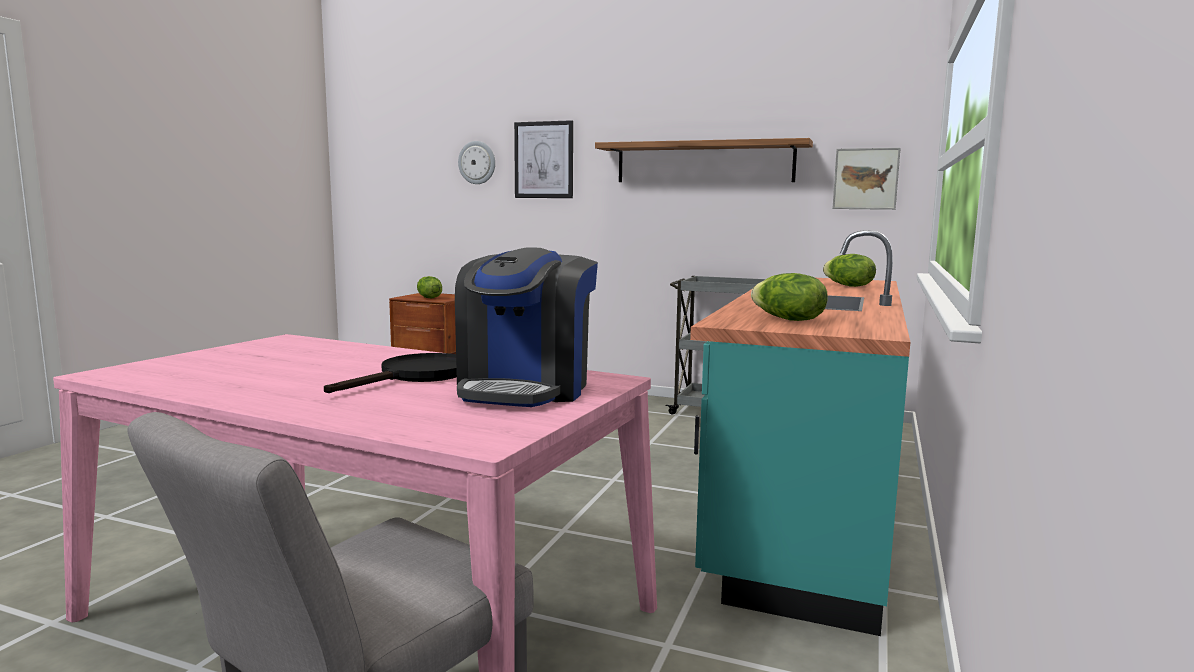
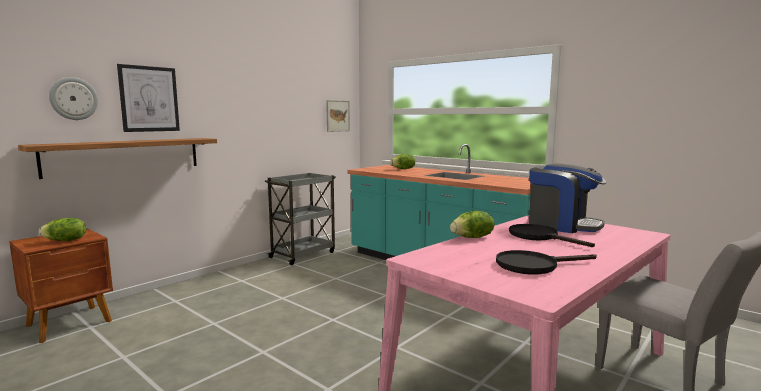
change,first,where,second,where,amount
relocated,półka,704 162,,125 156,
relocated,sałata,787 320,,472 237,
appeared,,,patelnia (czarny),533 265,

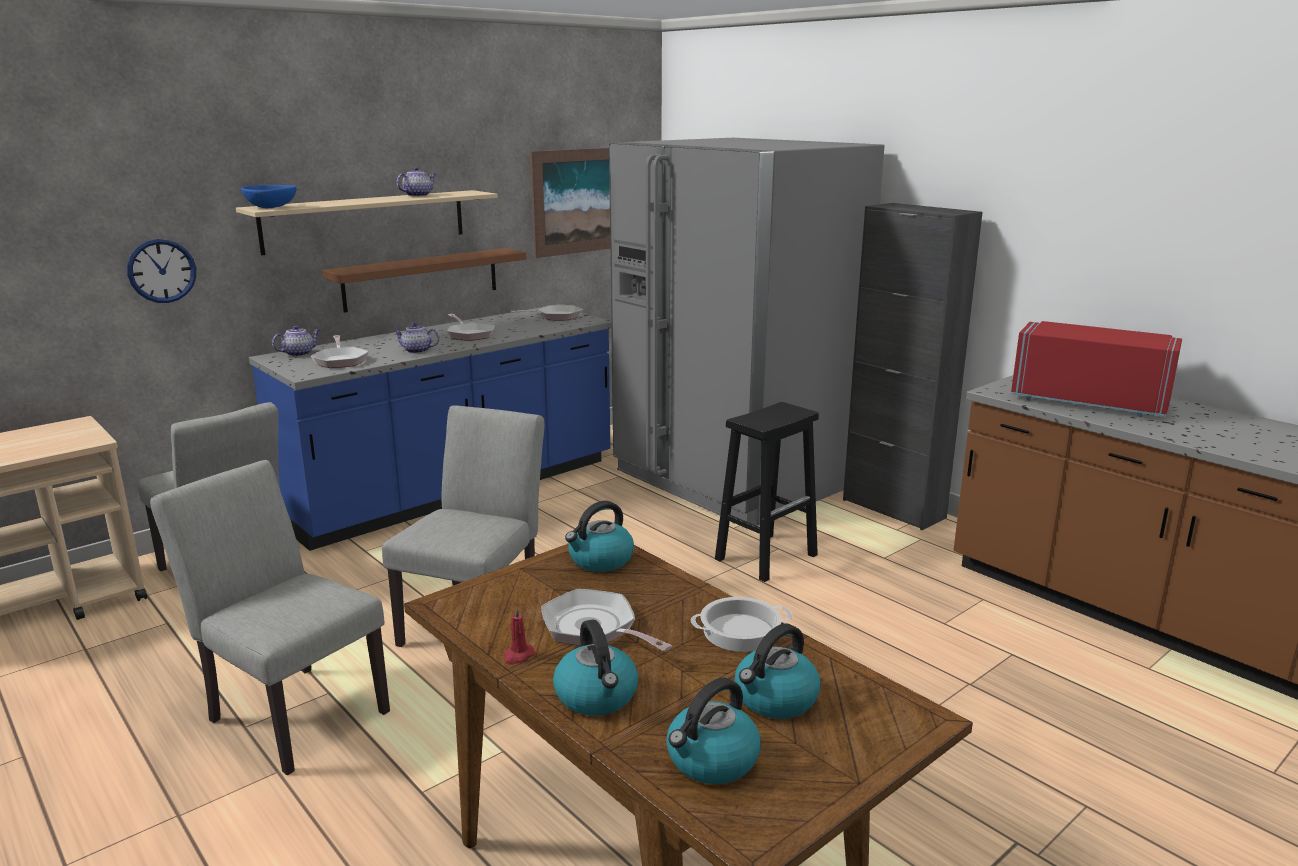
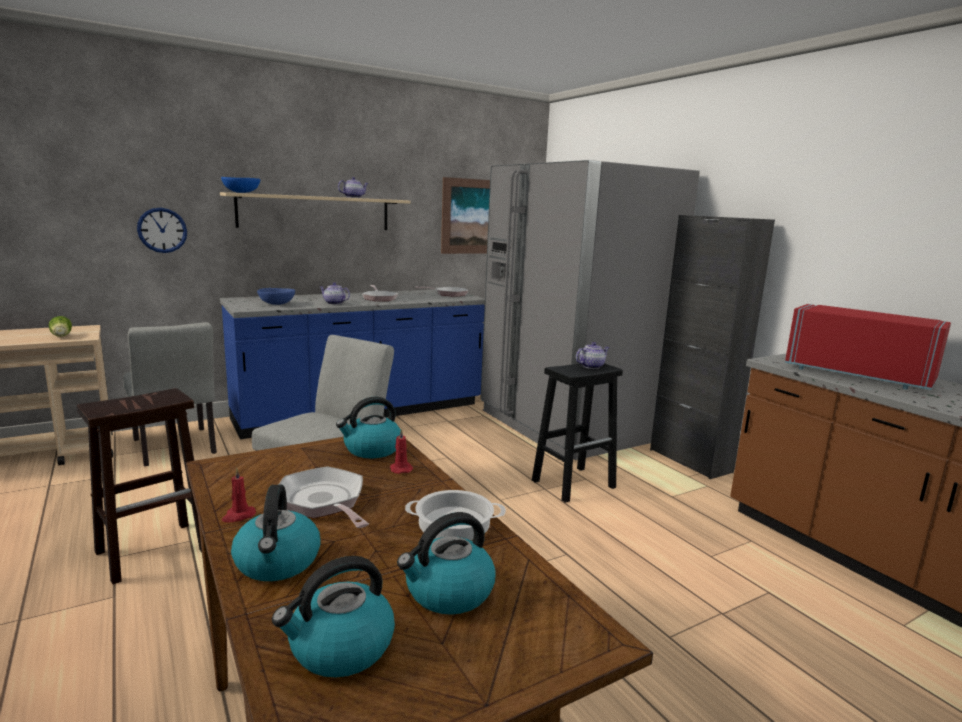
change,first,where,second,where,amount
missing,półka (brązowy),421 279,,,
relocated,imbryk,299 354,,591 366,
exchanged,patelnia,340 360,miska (niebieski),277 304,
exchanged,krzesło (szary),291 711,stołek (brązowy),154 550,
appeared,,,sałata,61 336,
appeared,,,świeca (czerwony),400 469,

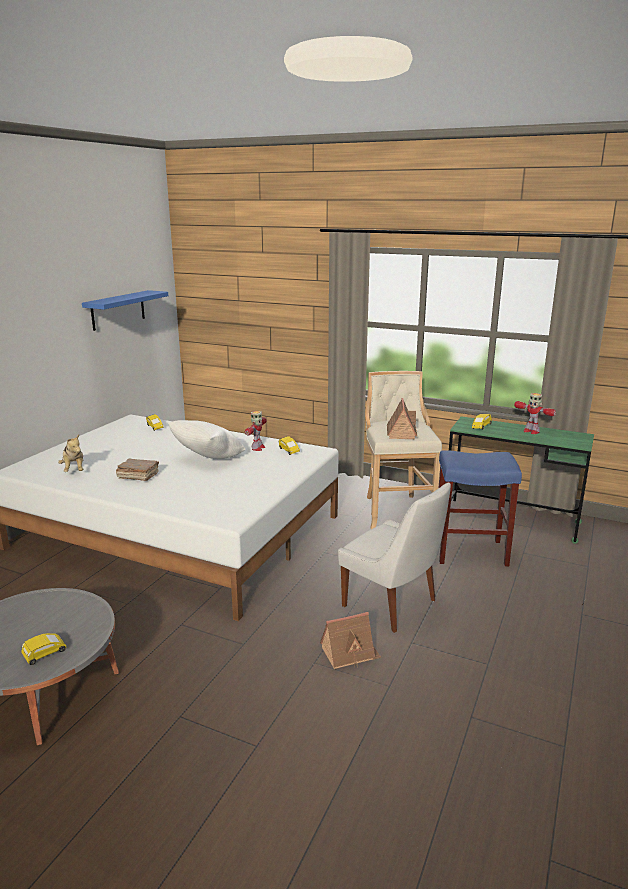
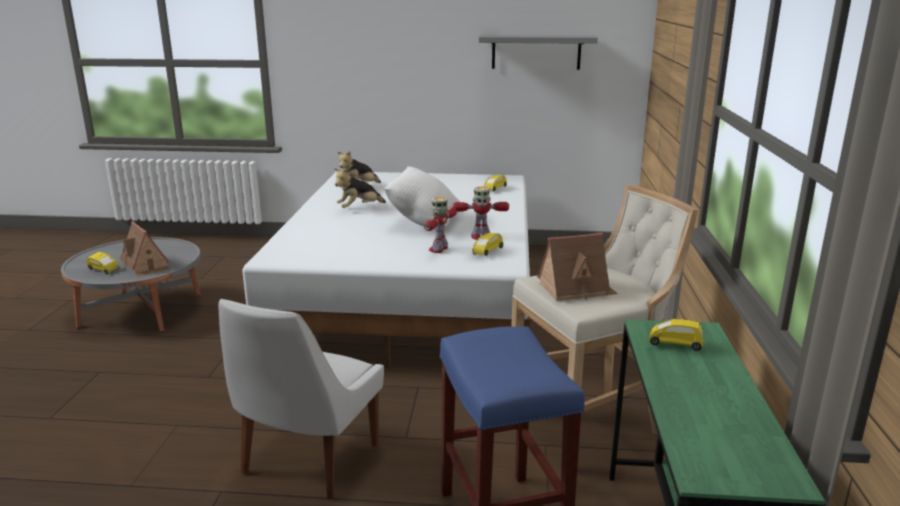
change,first,where,second,where,amount
colour,półka (niebieski),118 310,półka (szary),536 52,
relocated,robot zabawkowy,531 431,,439 249,
exchanged,książka (brązowy),138 476,pluszak,359 208,
relocated,domek,350 653,,146 265,

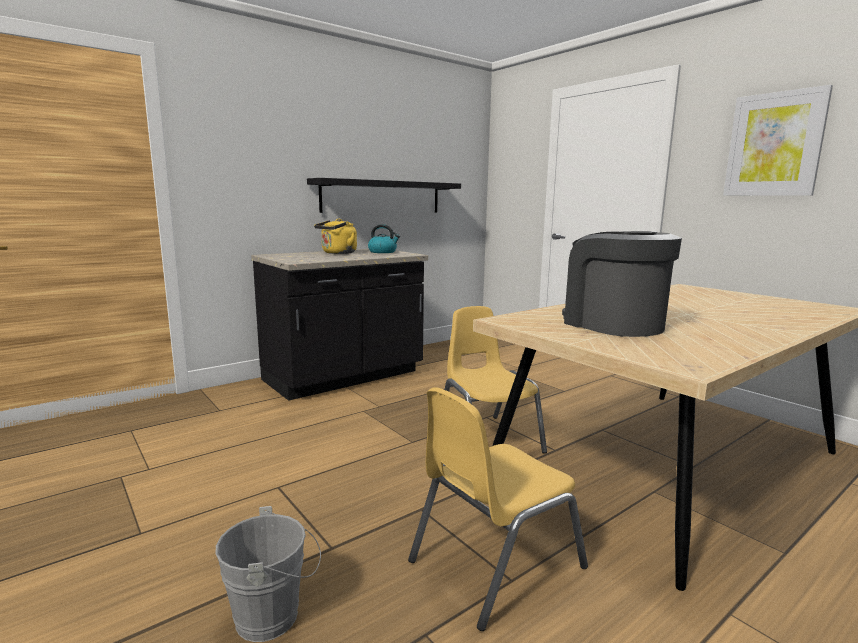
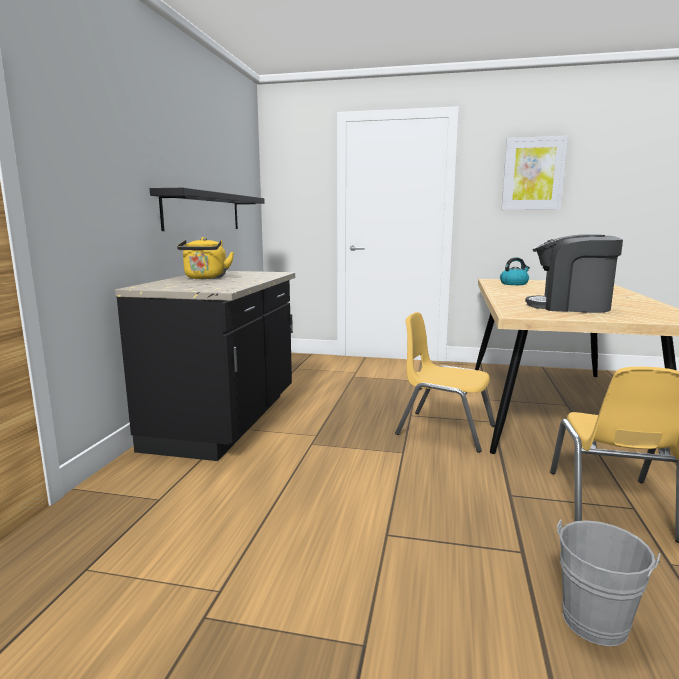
change,first,where,second,where,amount
relocated,czajnik,383 252,,514 284,

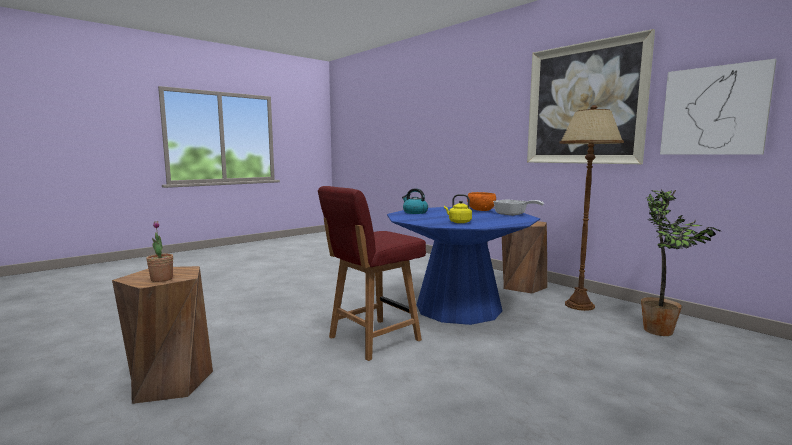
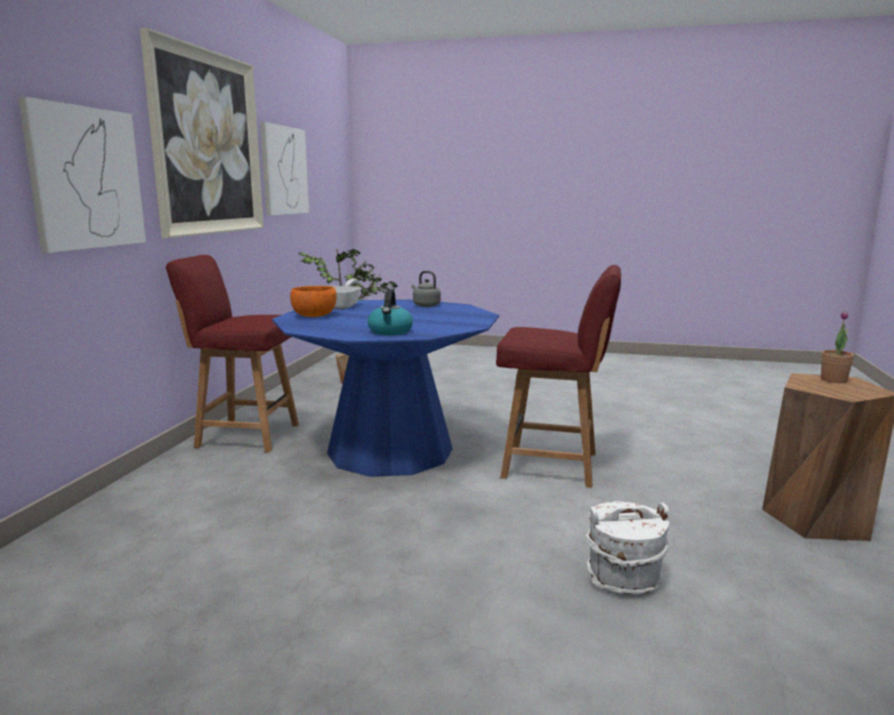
change,first,where,second,where,amount
missing,lampa stojąca (brązowy),579 305,,,
missing,czajnik (żółty),458 222,,,
exchanged,stołek (brązowy),522 286,krzesło (czerwony),246 435,
appeared,,,obraz,86 178,
appeared,,,czajnik (szary),425 305,
appeared,,,wiadro (biały),623 580,

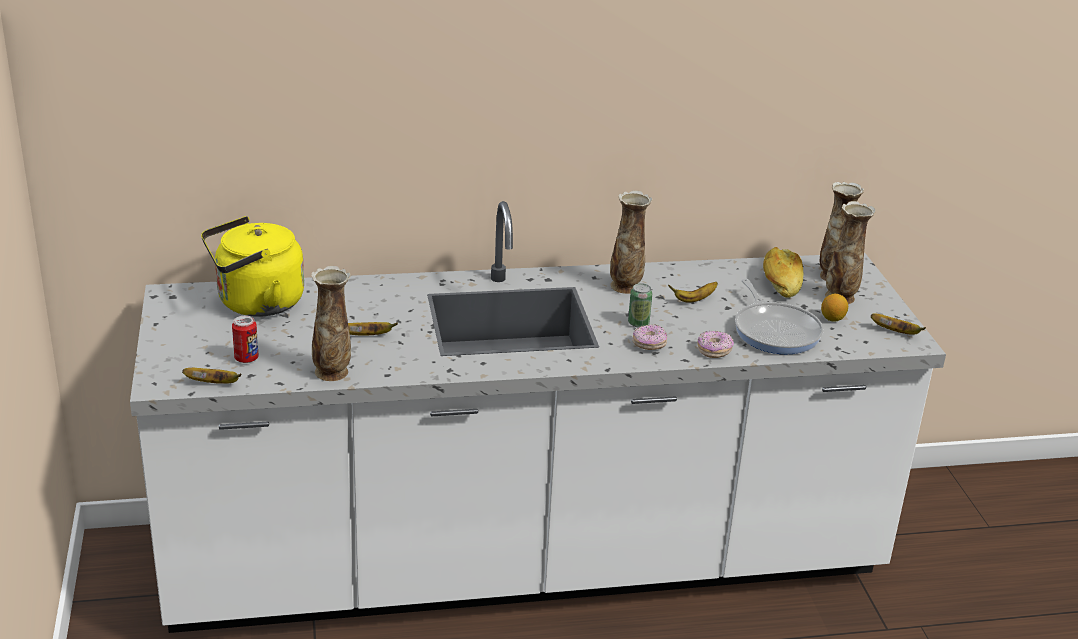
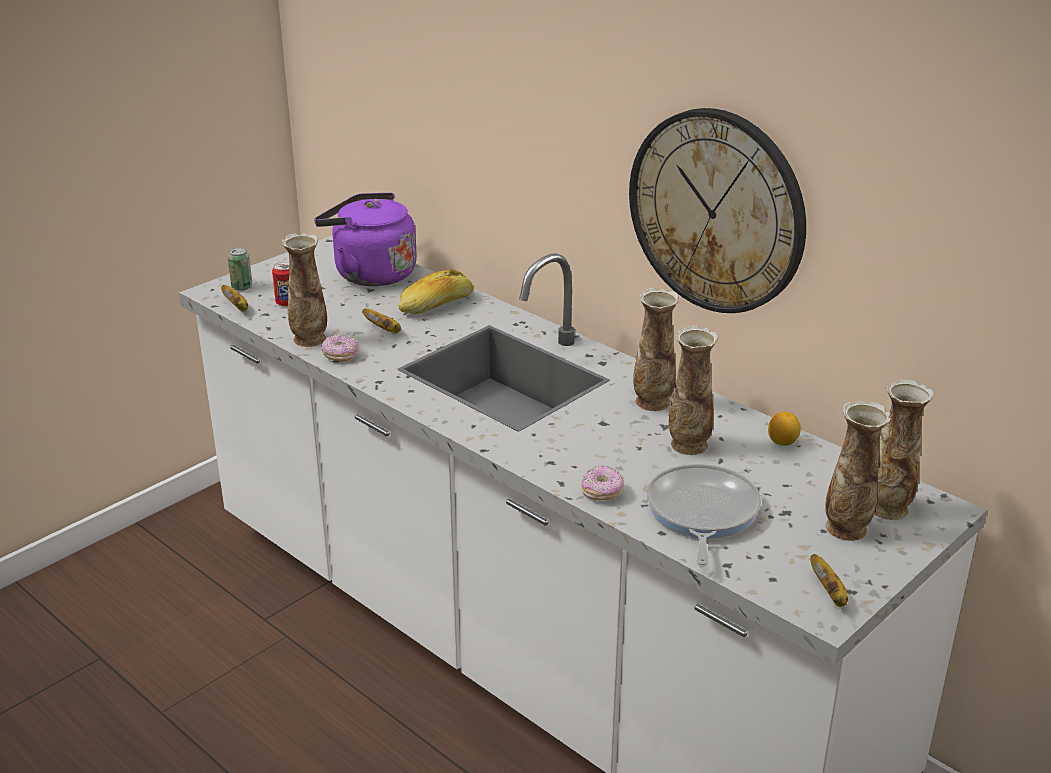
change,first,where,second,where,amount
colour,czajnik (żółty),255 303,czajnik (fioletowy),370 274,
relocated,chleb,780 283,,436 305,
spun,patelnia,775 331,,701 513,150 degrees clockwise
exchanged,banan,694 299,wazon,688 445,
relocated,puszka,638 323,,242 287,
relocated,cytryna,832 319,,782 442,
relocated,donut,649 345,,340 356,
appeared,,,zegar ścienny,716 211,

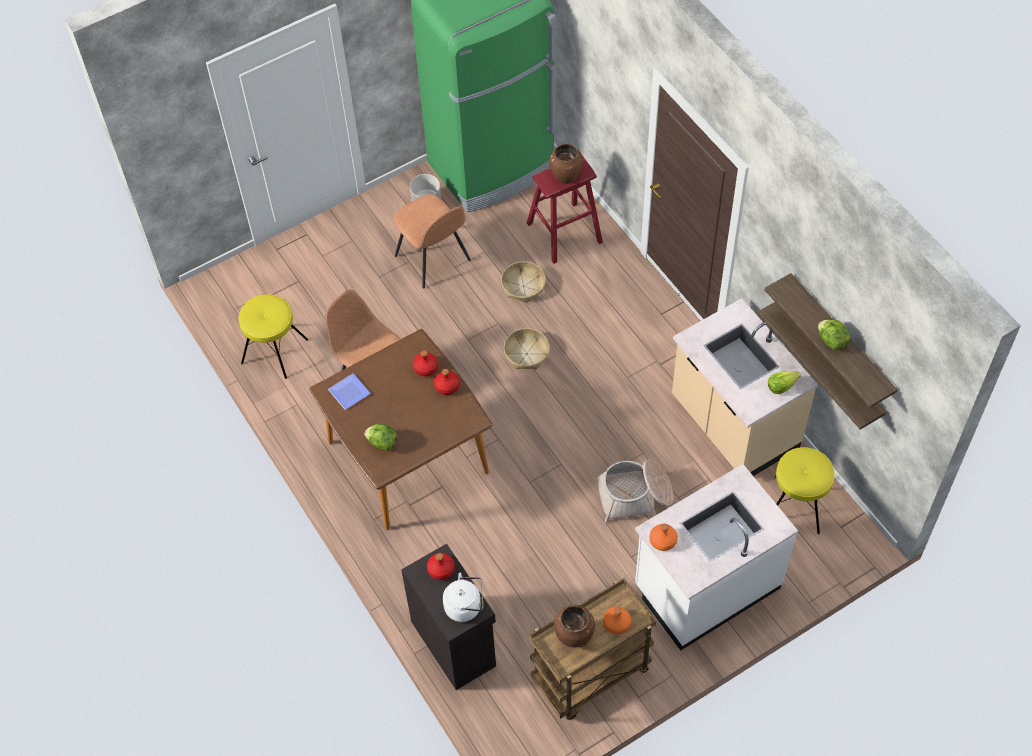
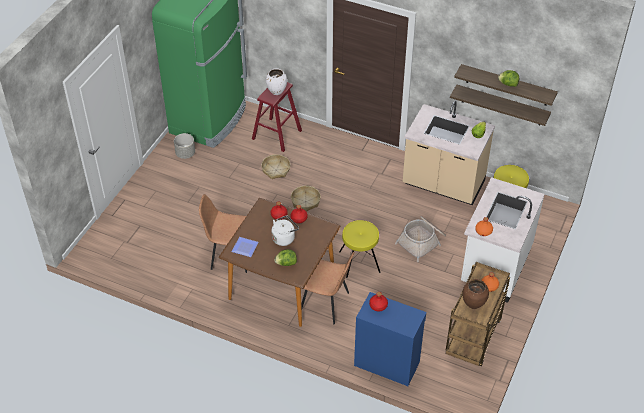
change,first,where,second,where,amount
colour,wazon (brązowy),565 177,wazon (biały),276 92,
relocated,krzesło (brązowy),433 259,,325 303,
relocated,stołek (żółty),275 352,,359 262,
colour,szafka (czarny),454 642,szafka (niebieski),386 363,
relocated,czajnik (biały),465 606,,284 238,

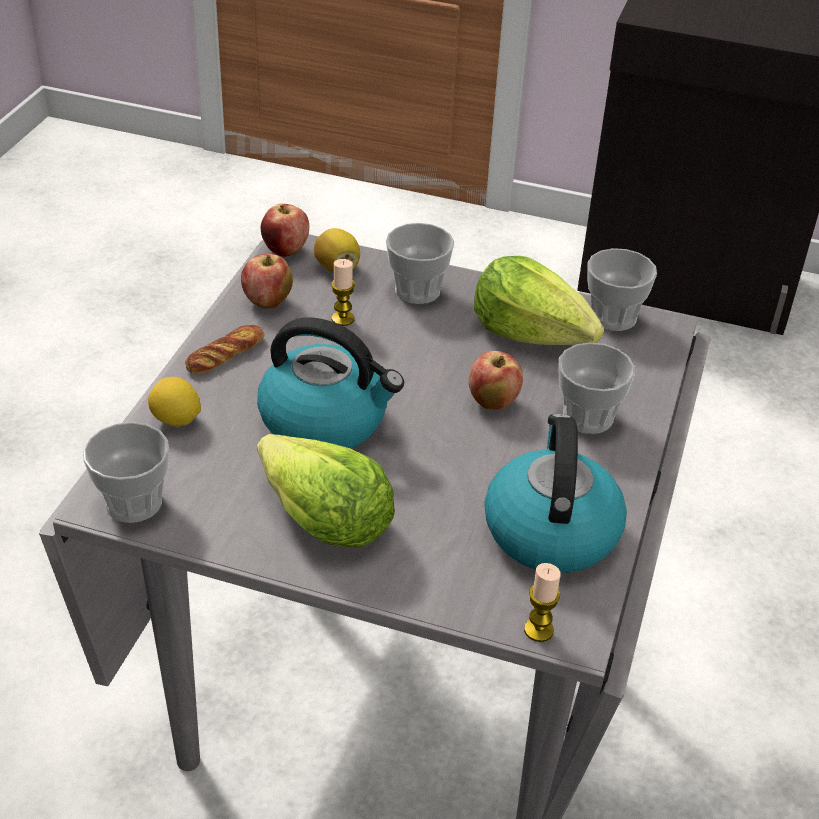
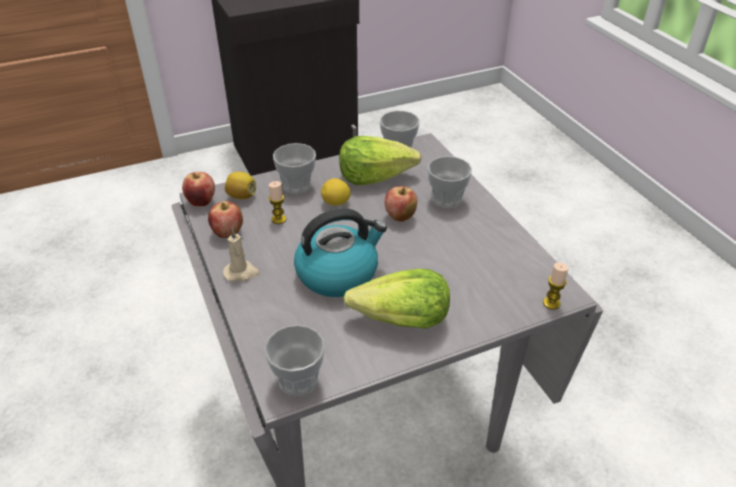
change,first,where,second,where,amount
exchanged,chleb,225 355,świeca (beżowy),241 272,
relocated,cytryna,176 420,,336 203,
missing,czajnik,550 529,,,

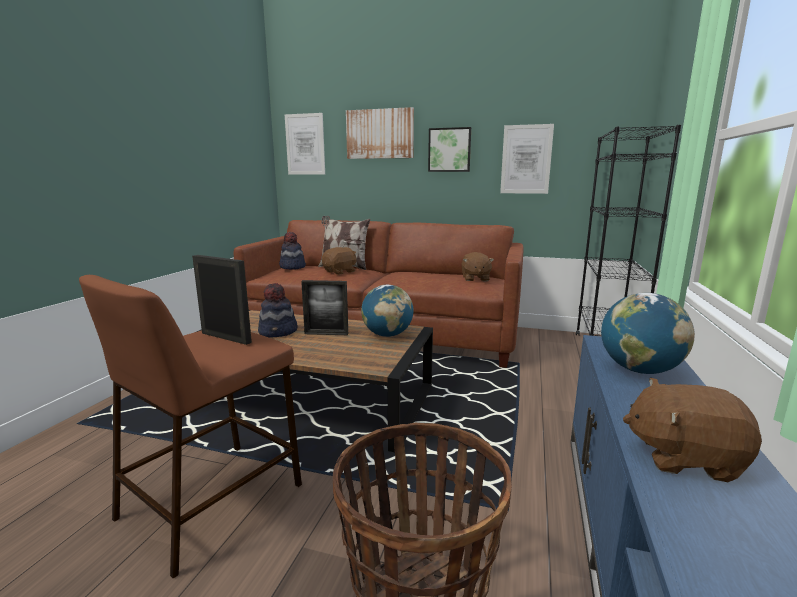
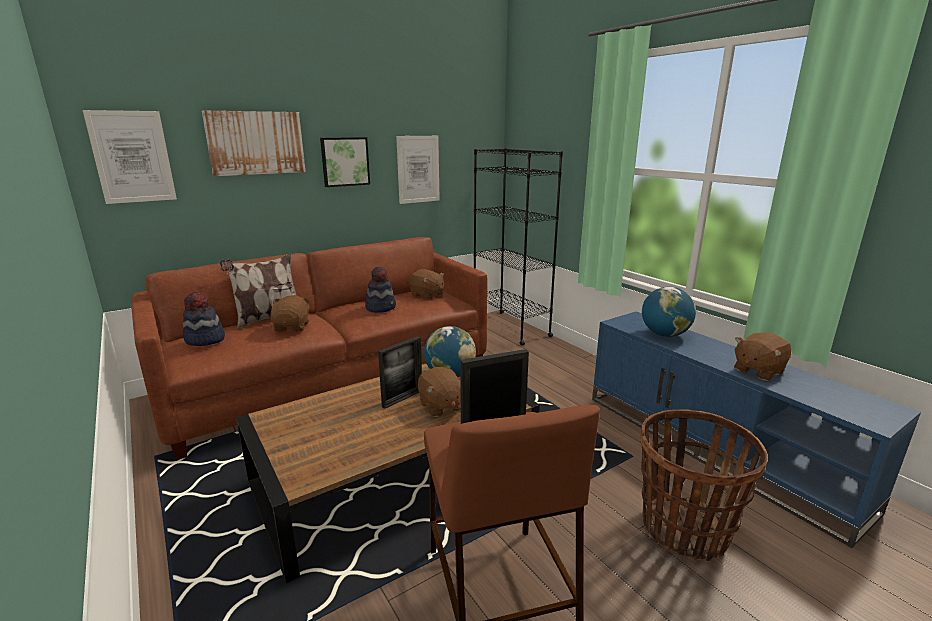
change,first,where,second,where,amount
relocated,kapelusz,278 332,,381 307,
appeared,,,pluszak (brązowy),441 406,

